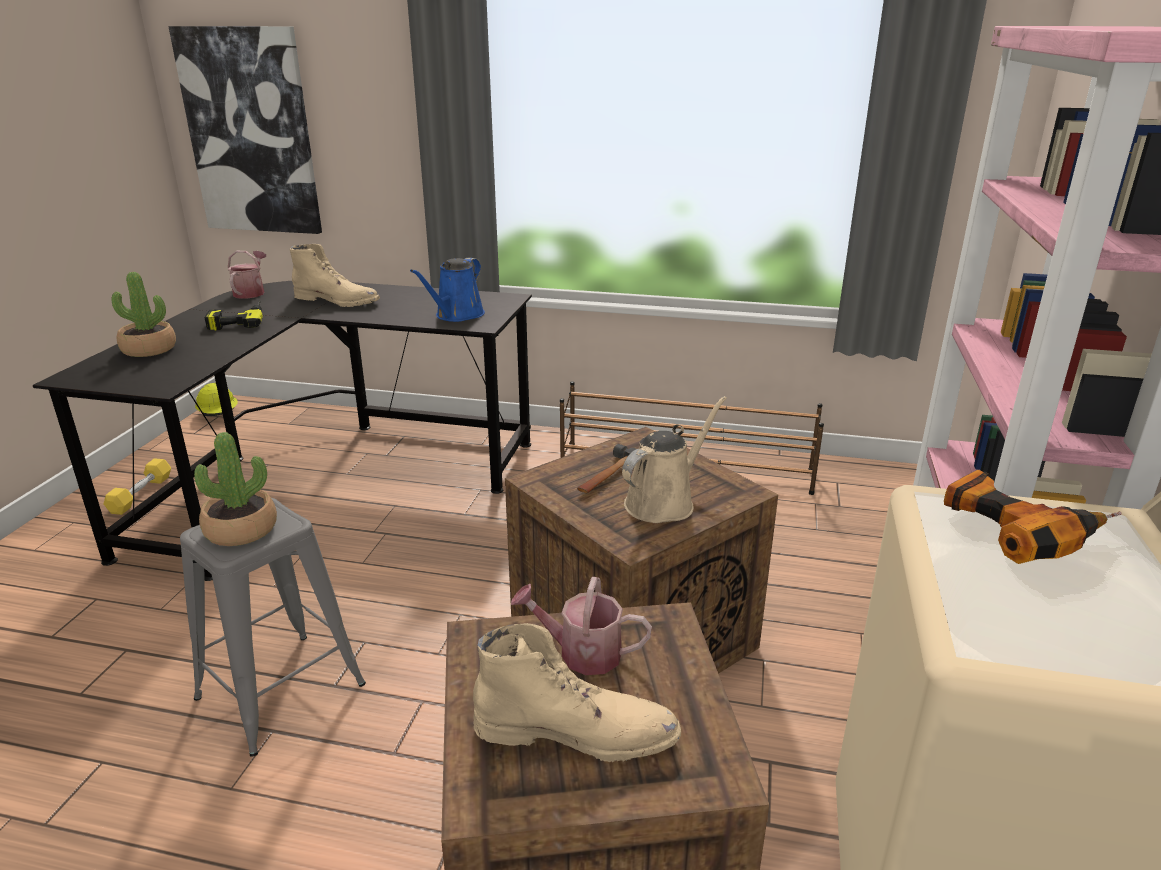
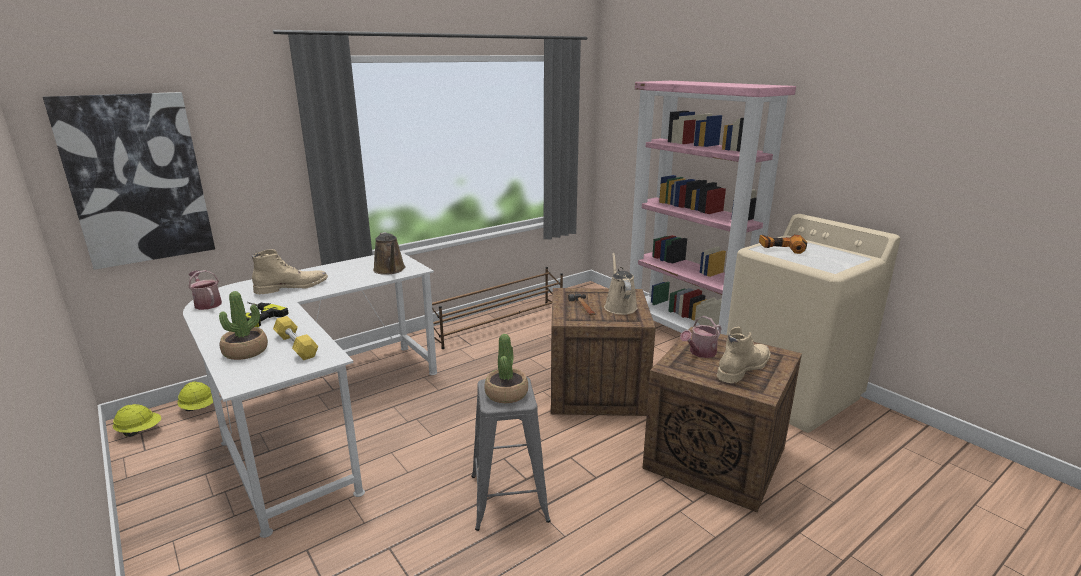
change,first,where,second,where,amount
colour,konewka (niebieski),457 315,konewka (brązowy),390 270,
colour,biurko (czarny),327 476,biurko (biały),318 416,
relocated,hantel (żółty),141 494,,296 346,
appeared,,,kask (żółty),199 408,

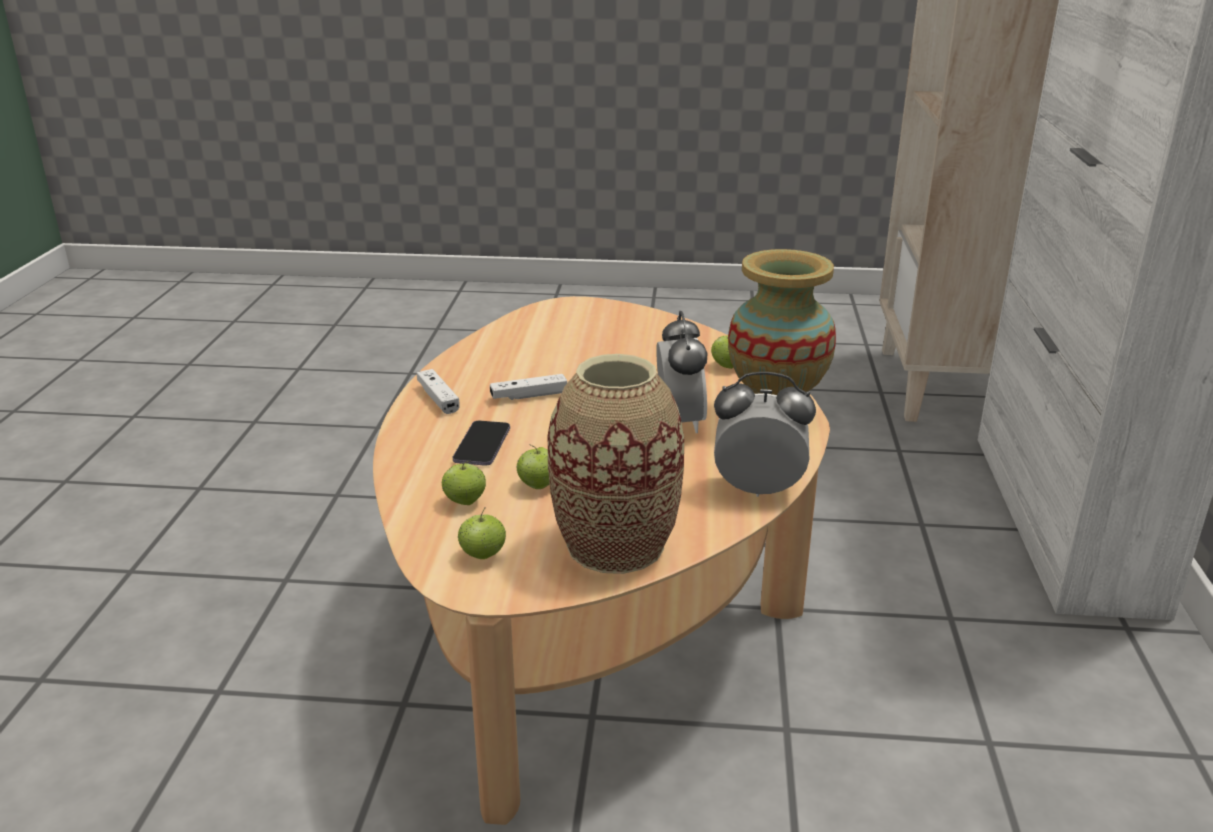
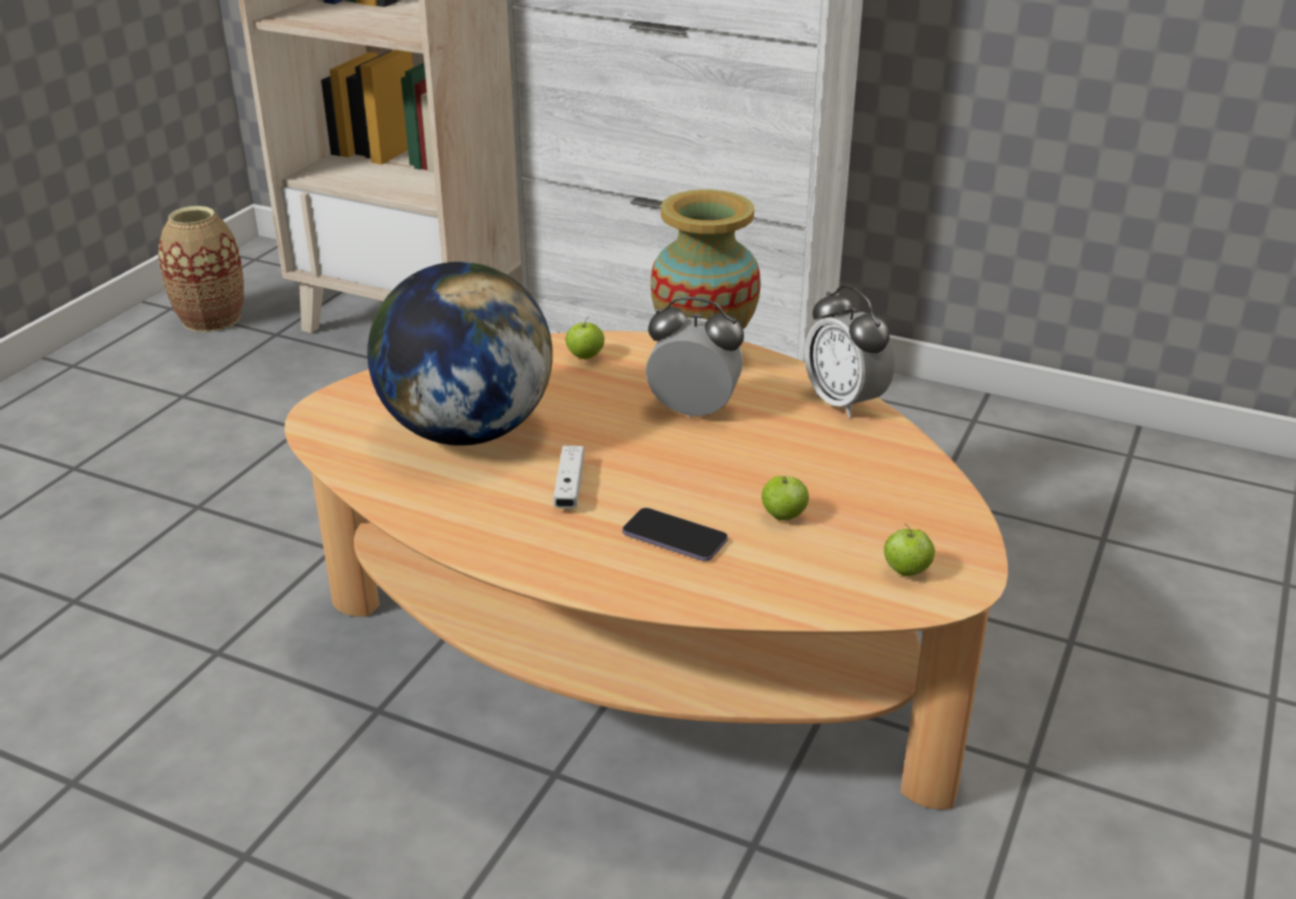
change,first,where,second,where,amount
relocated,wazon,615 545,,211 319,
missing,pad do gier (biały),438 399,,,
spun,budzik,758 489,,844 402,60 degrees counterclockwise
missing,jabłko,465 502,,,
appeared,,,globus,466 431,

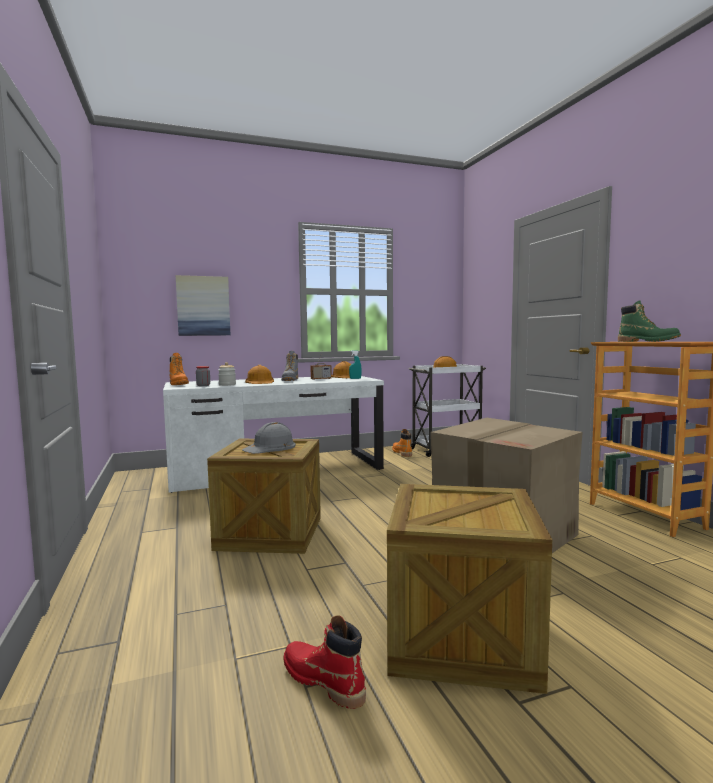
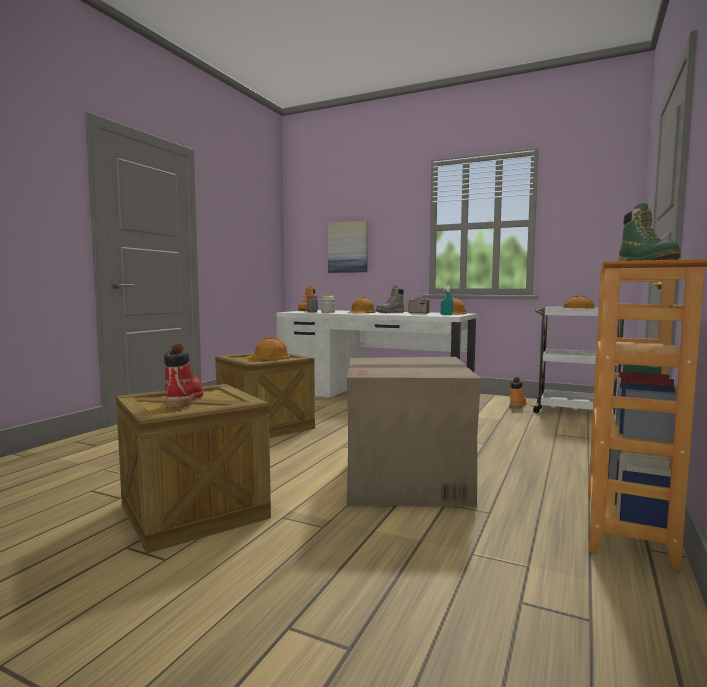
change,first,where,second,where,amount
colour,kask (szary),270 447,kask (pomarańczowy),268 357,
relocated,but z cholewką (czerwony),323 681,,184 399,

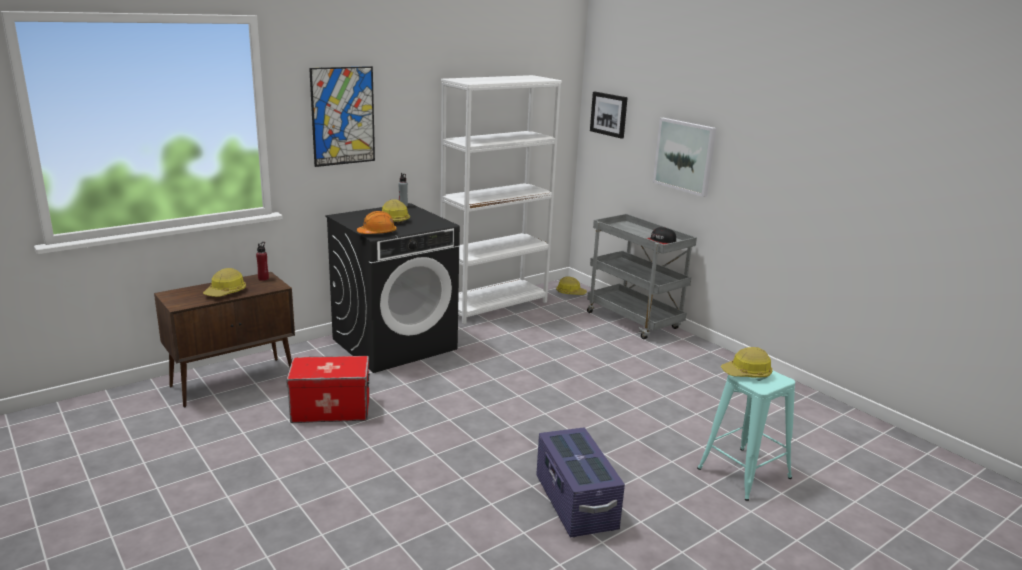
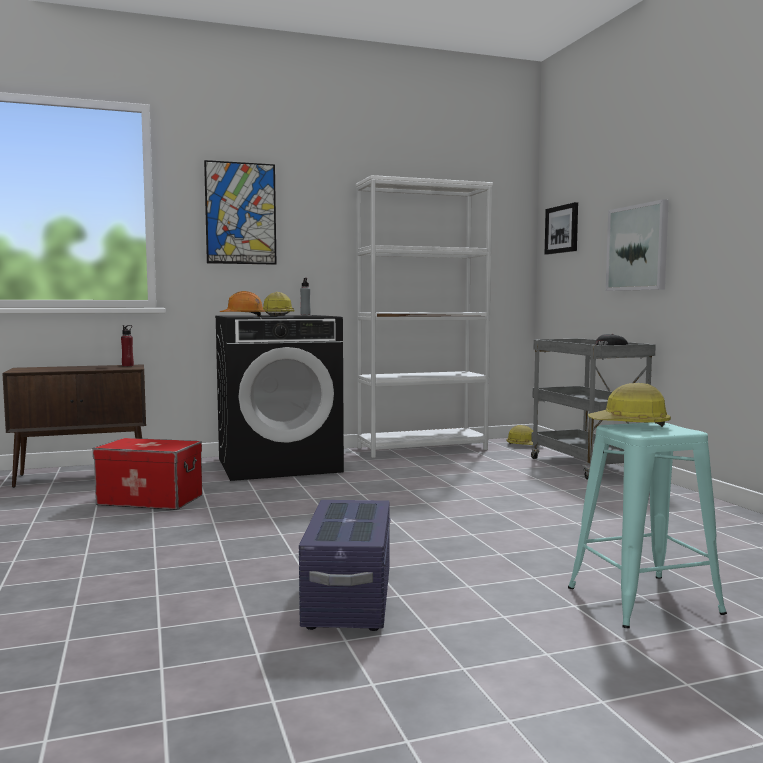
change,first,where,second,where,amount
missing,kask,226 292,,,

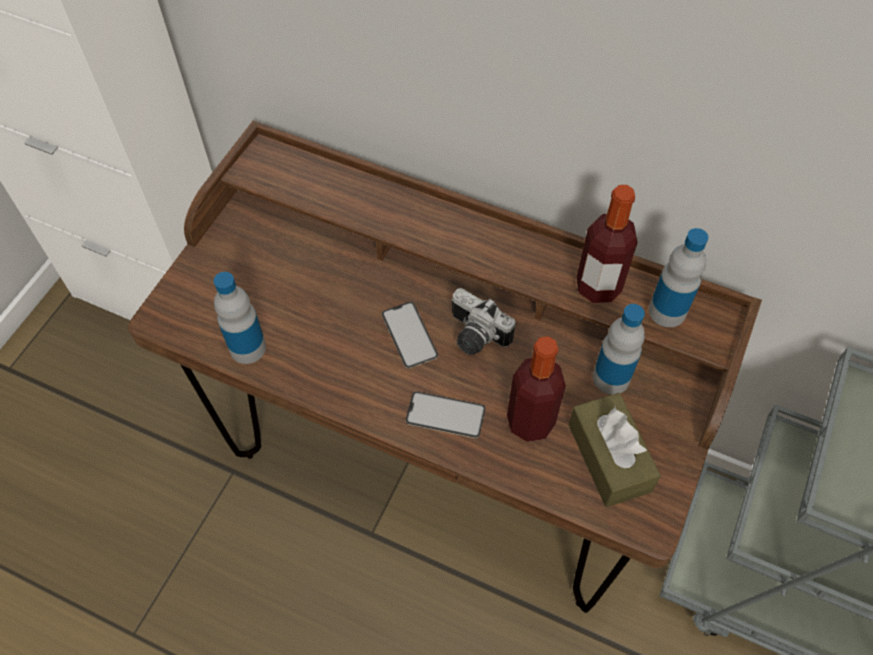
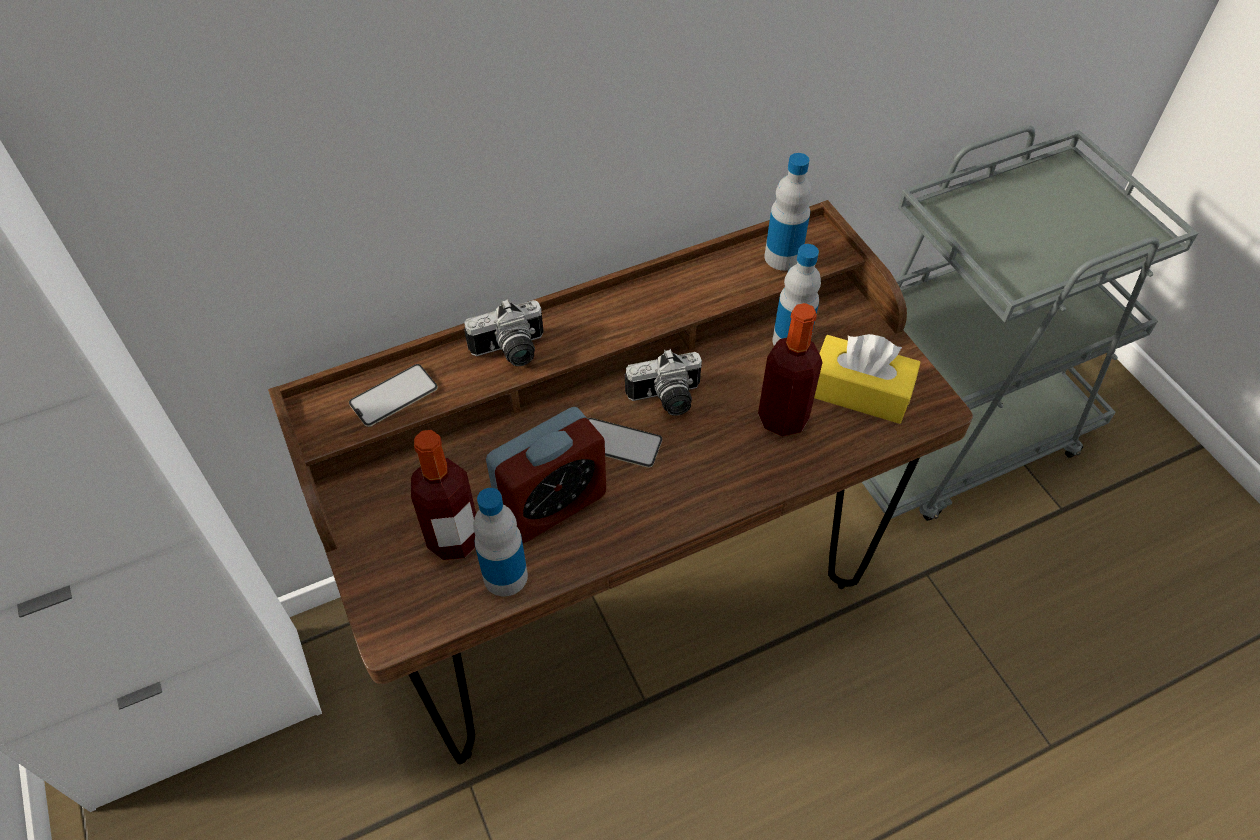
change,first,where,second,where,amount
relocated,butelka,598 287,,454 539,
relocated,telefon,445 415,,393 395,
colour,pudełko chusteczek (brązowy),609 457,pudełko chusteczek (żółty),859 391,
appeared,,,aparat fotograficzny,511 352,
appeared,,,budzik,551 504,

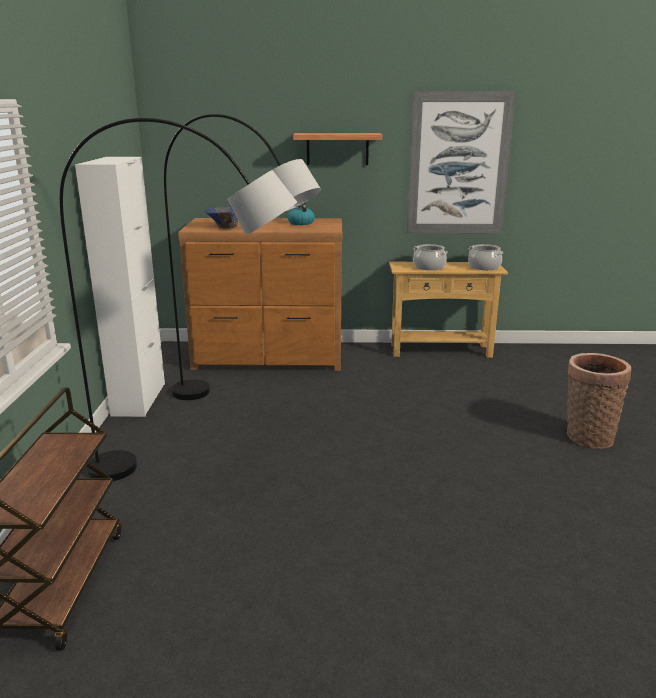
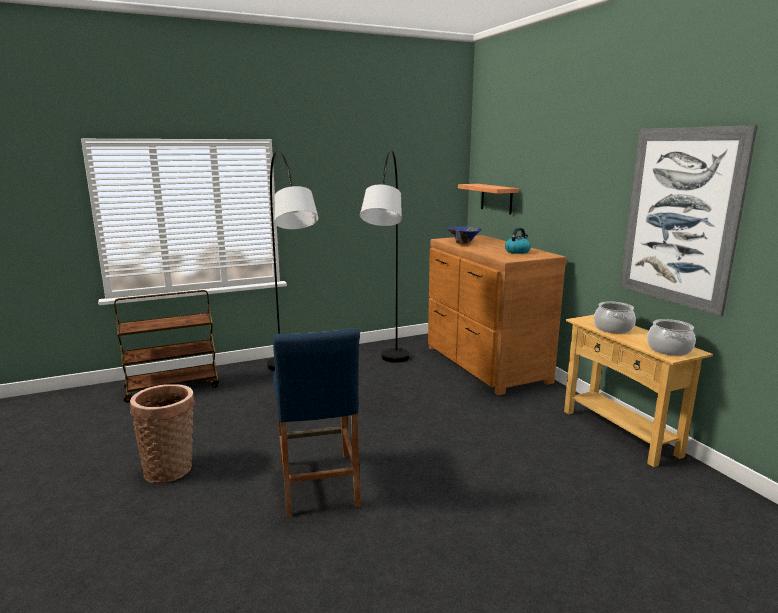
change,first,where,second,where,amount
relocated,półka,337 149,,496 198,
missing,szafka (biały),139 399,,,
relocated,koszyk,587 436,,171 468,
appeared,,,stołek (niebieski),318 483,

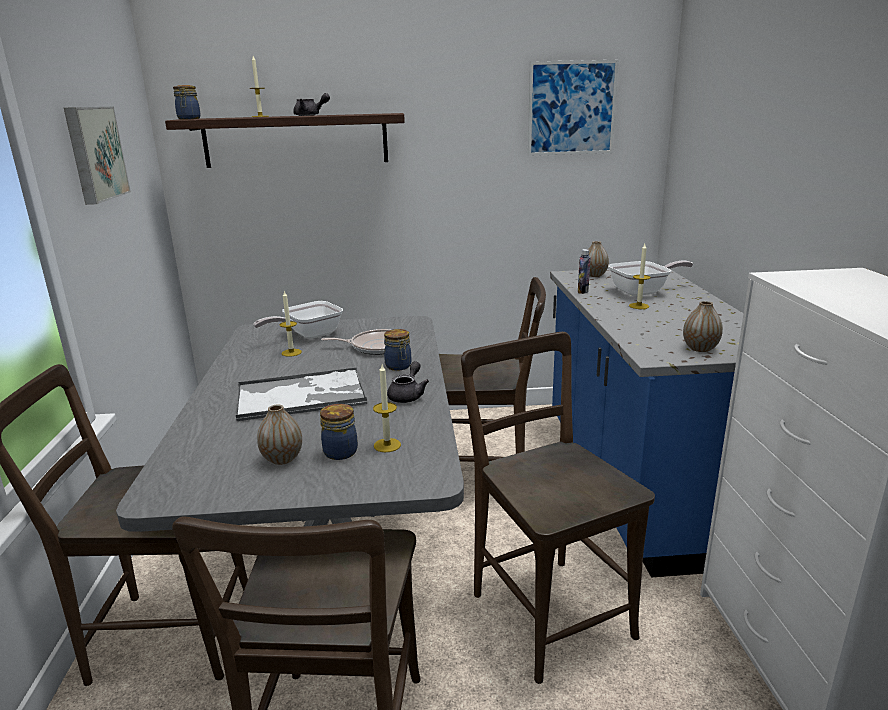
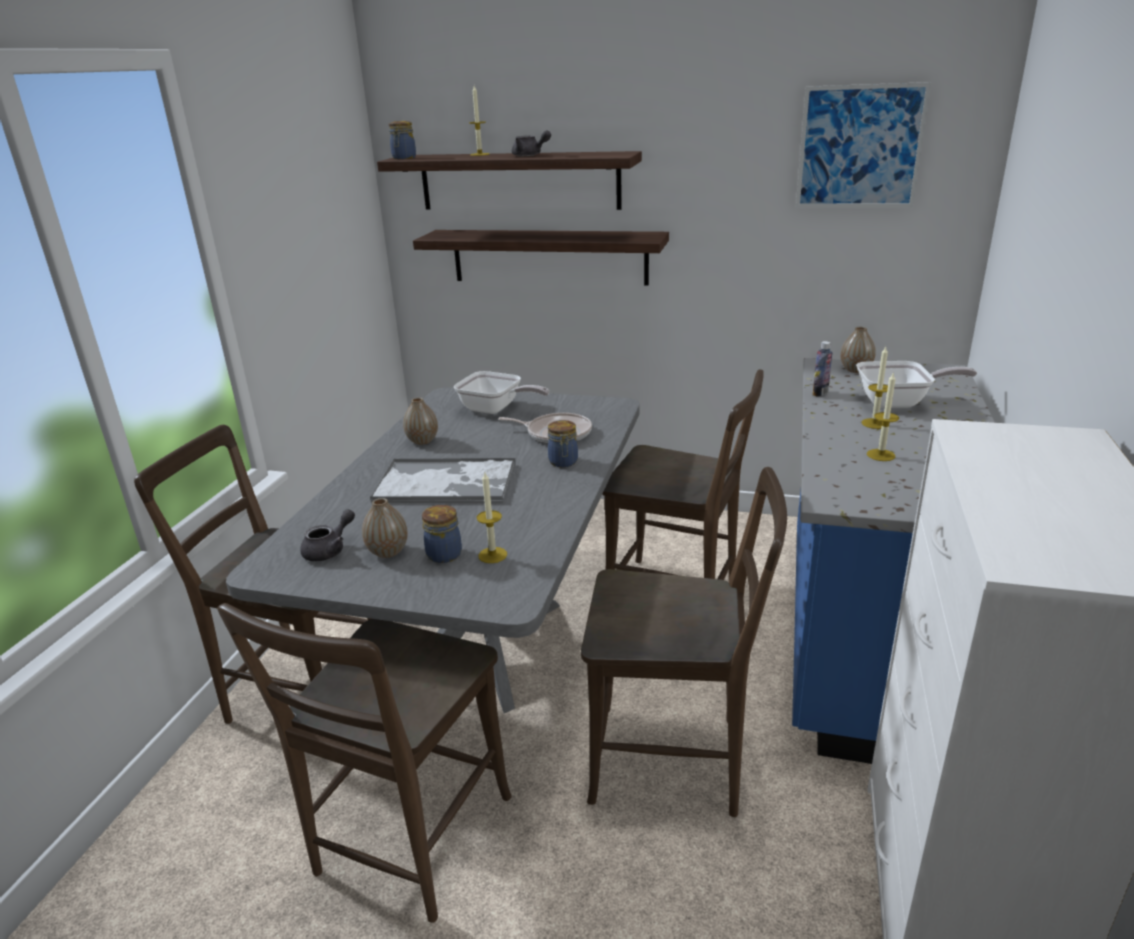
change,first,where,second,where,amount
missing,obraz,94 153,,,
relocated,świeca,291 352,,880 455,
spun,patelnia,308 335,,495 409,135 degrees counterclockwise
relocated,wazon,700 348,,422 441,
spun,krzesło (brązowy),546 609,,676 760,105 degrees clockwise
relocated,imbryk (szary),408 395,,330 550,
appeared,,,półka,549 257,

